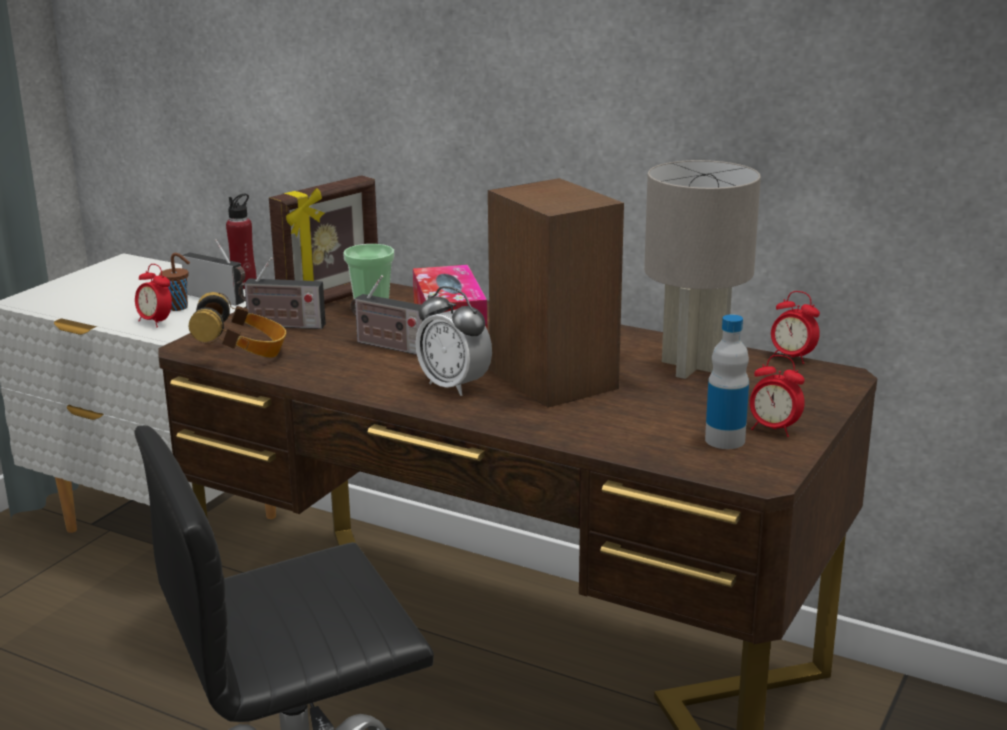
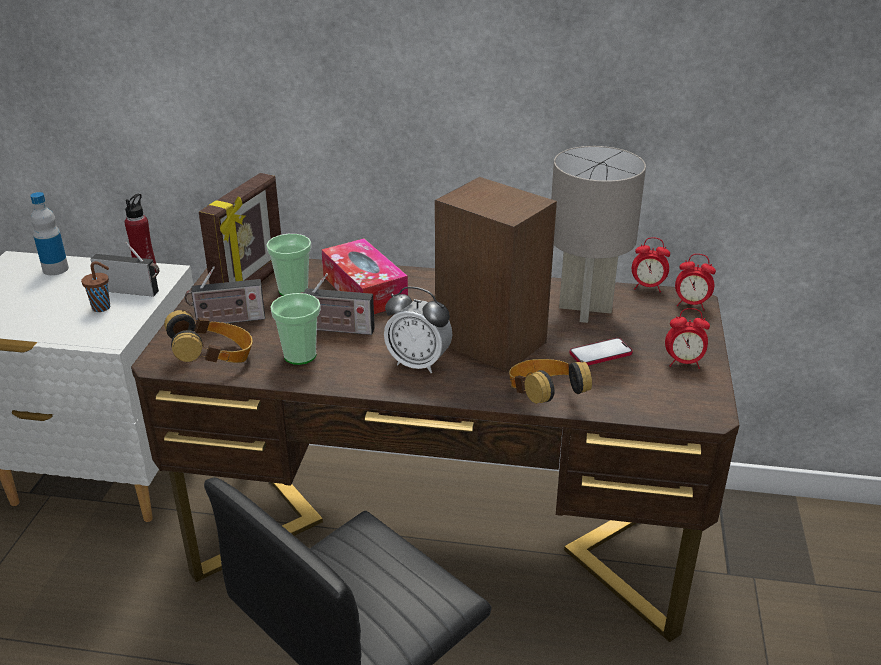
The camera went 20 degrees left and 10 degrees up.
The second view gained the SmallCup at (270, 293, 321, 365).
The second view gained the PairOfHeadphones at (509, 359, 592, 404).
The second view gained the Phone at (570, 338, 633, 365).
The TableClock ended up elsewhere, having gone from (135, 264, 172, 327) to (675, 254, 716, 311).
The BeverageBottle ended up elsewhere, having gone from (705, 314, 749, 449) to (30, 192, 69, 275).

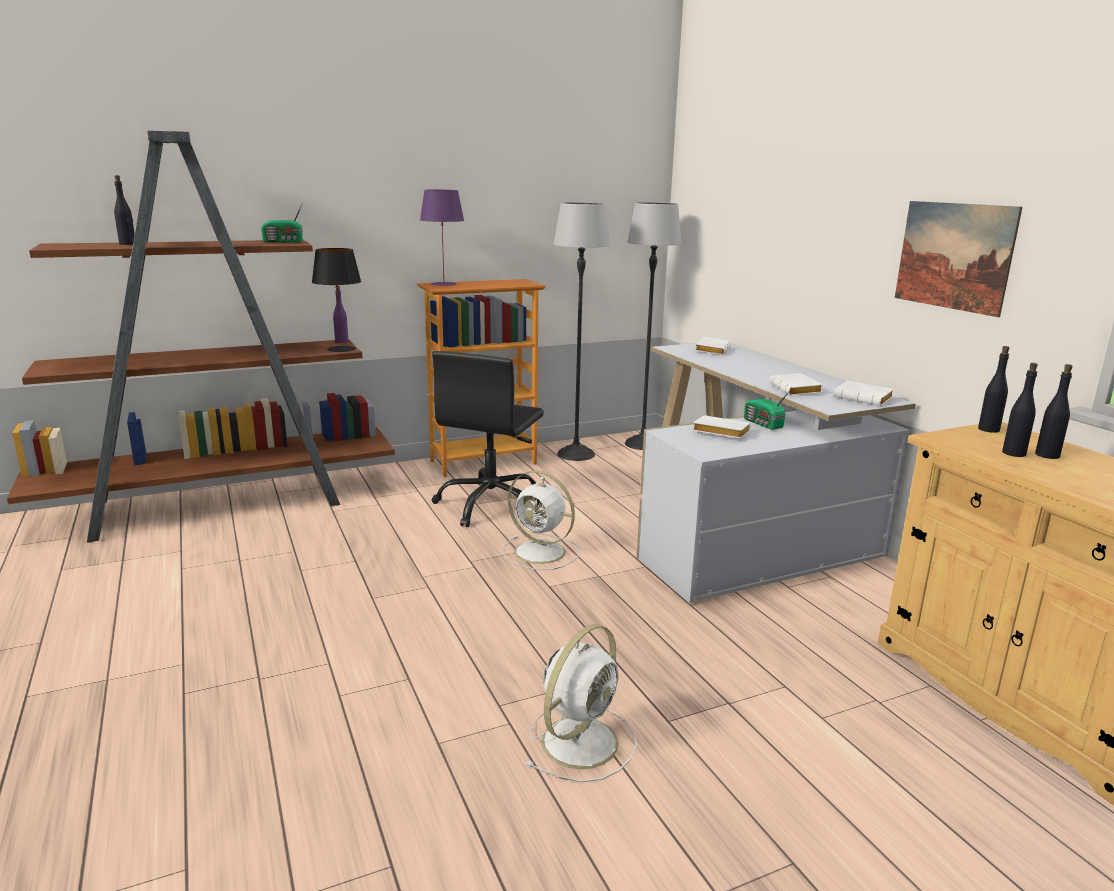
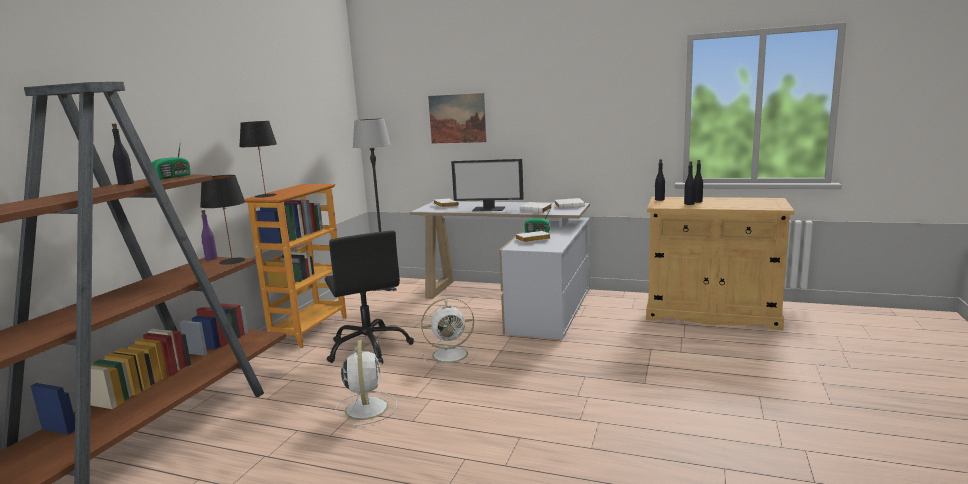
The camera went 45 degrees left and 5 degrees down.
The second view lost the StandardLamp at (553, 202, 610, 461).
The second view gained the ComputerDisplay at (451, 159, 524, 211).
The BlackishBeverageBottle ended up elsewhere, having gone from (114, 175, 135, 245) to (112, 124, 134, 185).
The WhitishElectricFan ended up elsewhere, having gone from (525, 624, 637, 783) to (335, 340, 397, 427).
The WallPicture ended up elsewhere, having gone from (895, 201, 1022, 317) to (428, 93, 487, 143).
What was the PurpleTableLamp at (420, 190, 464, 286) turned into the BlackishTableLamp at (239, 121, 277, 198).

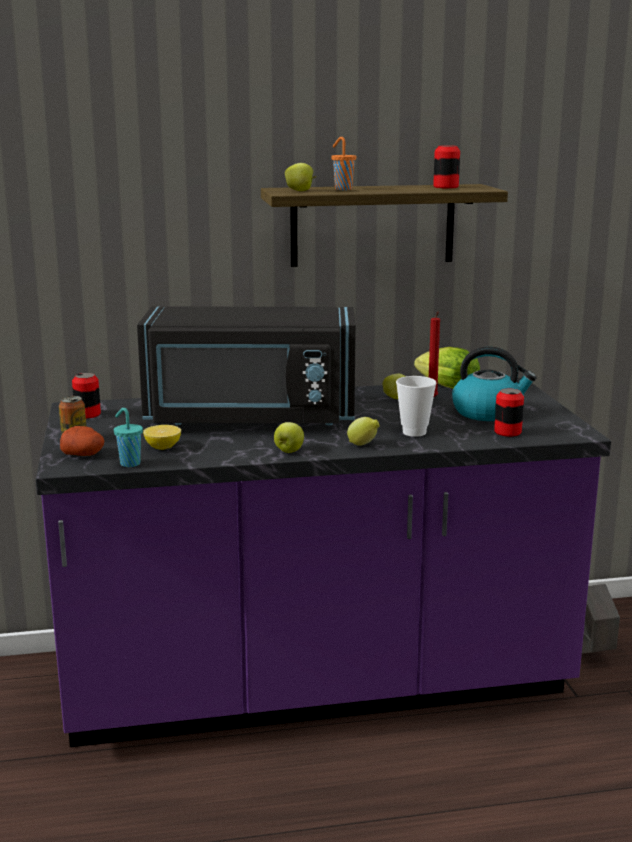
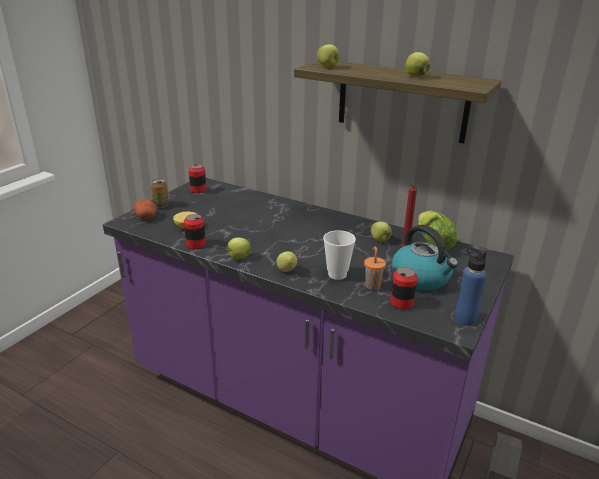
The camera went 40 degrees right and 10 degrees up.
The second view lost the BlueGreenSmallCup at (114, 408, 143, 467).
The second view lost the BlackishMicrowaveOven at (137, 306, 356, 425).
The second view gained the AppleFruit at (405, 52, 431, 77).
The second view gained the BluishBeverageBottle at (455, 247, 487, 326).
The OrangeColouredSmallCup ended up elsewhere, having gone from (331, 137, 356, 190) to (364, 246, 386, 290).
The MetalCan ended up elsewhere, having gone from (433, 145, 460, 188) to (184, 214, 206, 249).

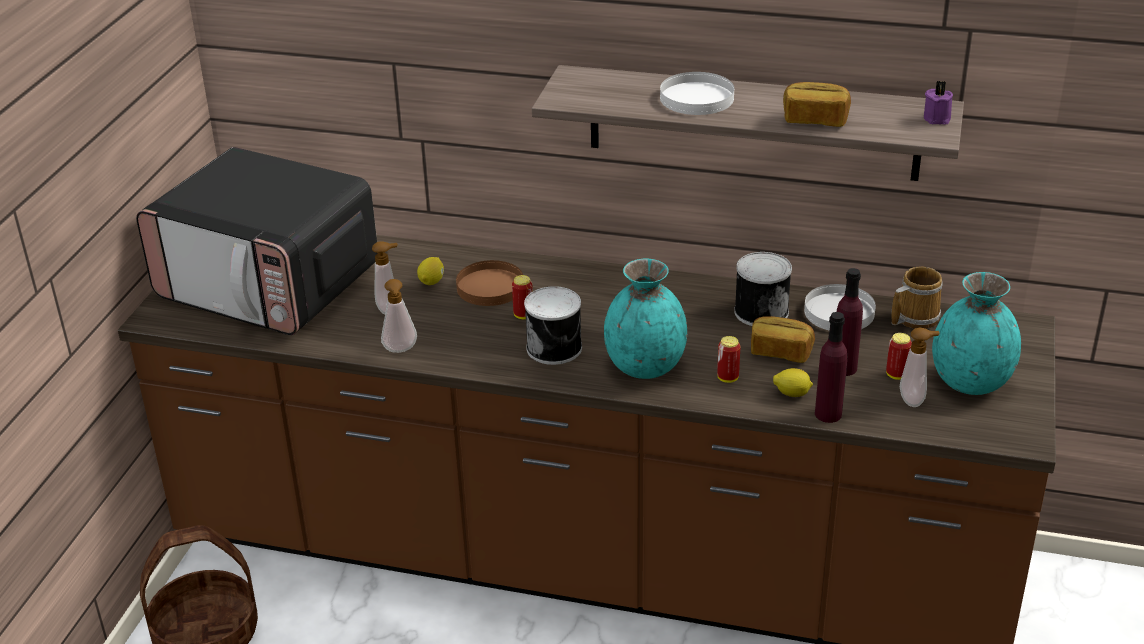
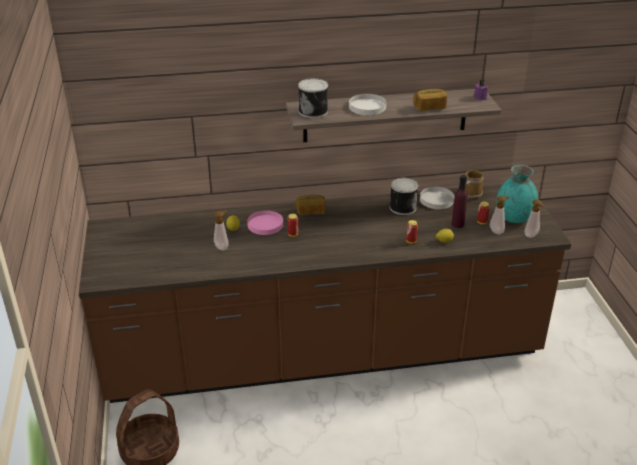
The camera went 25 degrees left and 0 degrees up.
The second view lost the MicrowaveOven at (136, 147, 377, 335).
The second view lost the BlueGreenDecorativeVase at (604, 259, 687, 379).
The second view lost the PurpleBeverageBottle at (815, 312, 847, 423).
The SoapBottle ended up elsewhere, having gone from (381, 279, 417, 353) to (524, 199, 545, 238).
The MetalCan ended up elsewhere, having gone from (524, 286, 582, 365) to (298, 78, 328, 118).
The Bread ended up elsewhere, having gone from (751, 316, 815, 363) to (295, 195, 326, 215).
What was the BrownDinnerPlate at (456, 260, 523, 306) turned into the PinkDinnerPlate at (247, 210, 283, 235).

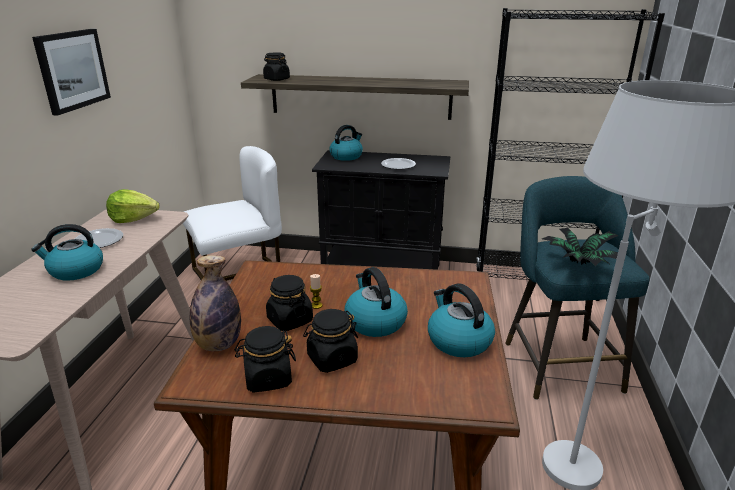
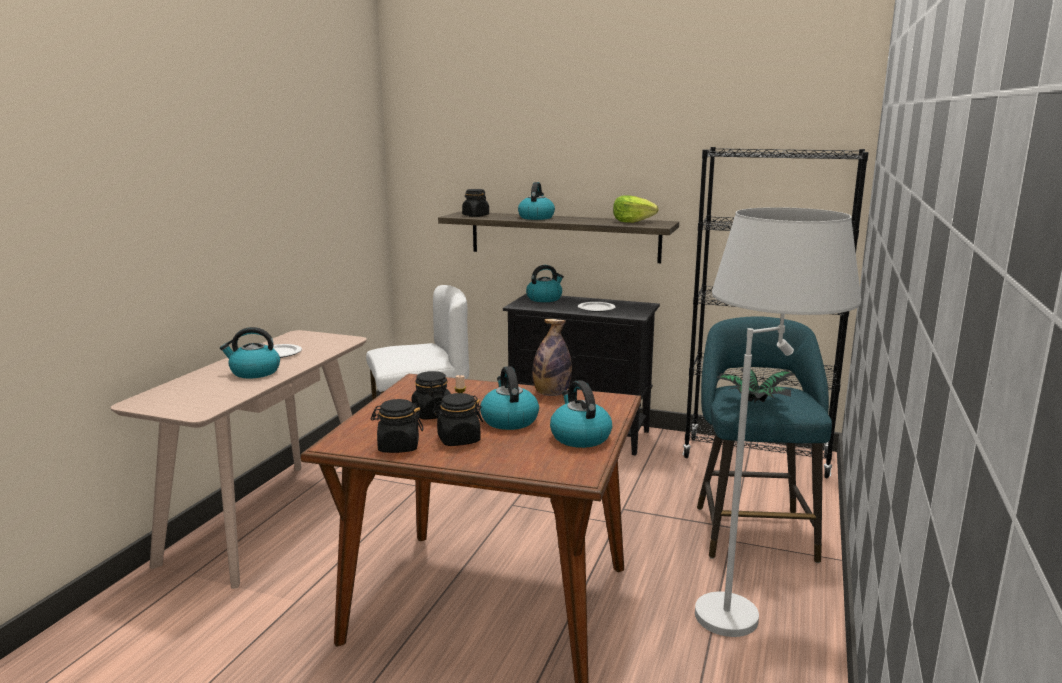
The camera went 10 degrees right and 10 degrees down.
The second view lost the WallPicture at (32, 29, 111, 116).
The second view gained the Kettle at (518, 182, 555, 220).
The Lettuce ended up elsewhere, having gone from (106, 189, 160, 223) to (613, 195, 659, 223).
The BeverageBottle ended up elsewhere, having gone from (190, 255, 241, 351) to (532, 319, 572, 396).

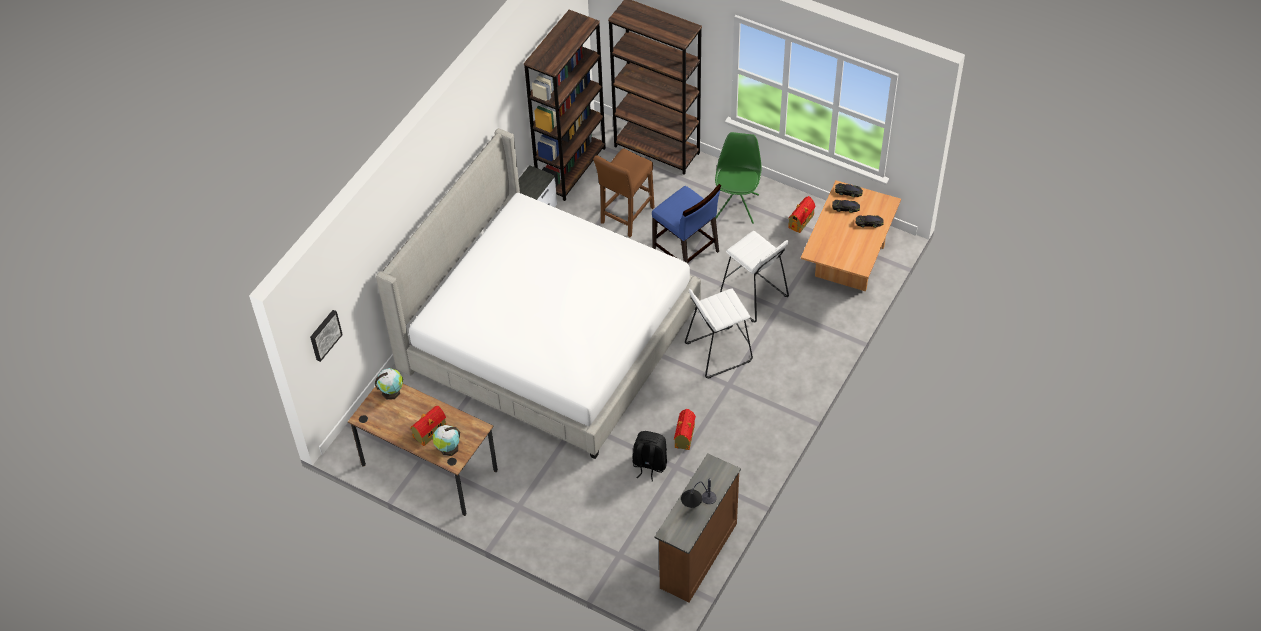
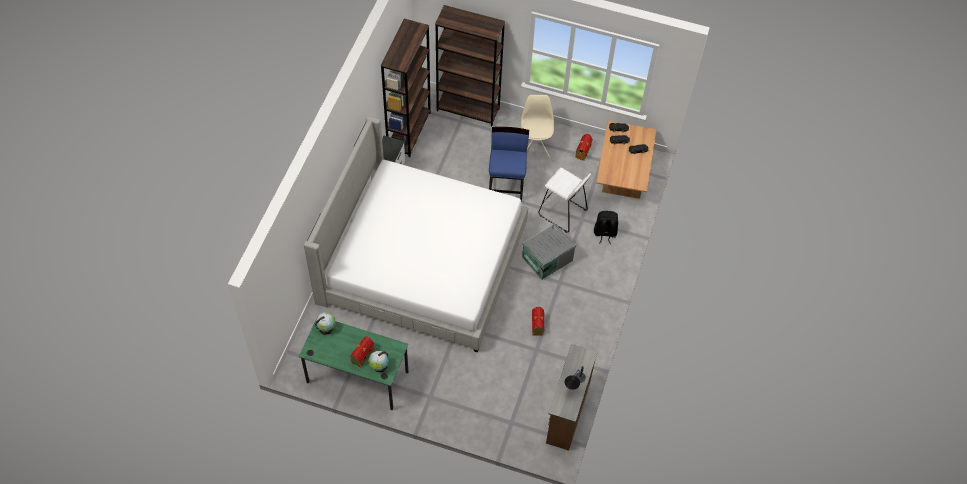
The camera went 15 degrees left and 5 degrees up.
The second view lost the WallPicture at (310, 310, 343, 362).
The second view lost the BrownStool at (593, 148, 654, 237).
The BlackishRucksack ended up elsewhere, having gone from (633, 431, 667, 482) to (594, 211, 618, 244).
Where the WhitishStool stood at (685, 289, 753, 379), the GrayStorageBox came to stand at (522, 224, 576, 280).
What was the BrownDeskTable at (348, 384, 498, 516) turned into the GreenDeskTable at (299, 316, 409, 410).
What was the GreenPlainChair at (715, 132, 761, 224) turned into the SandColouredPlainChair at (521, 95, 554, 158).
The BluishPlainChair at (652, 184, 721, 263) ended up facing another way, 120 degrees counterclockwise from before.

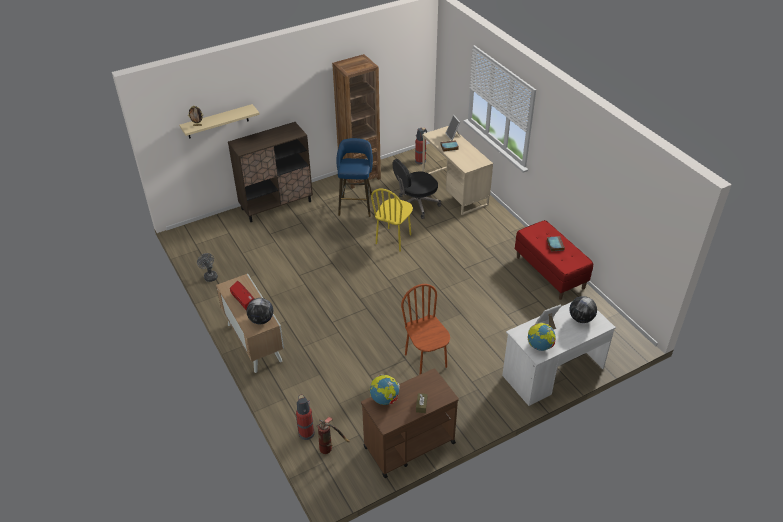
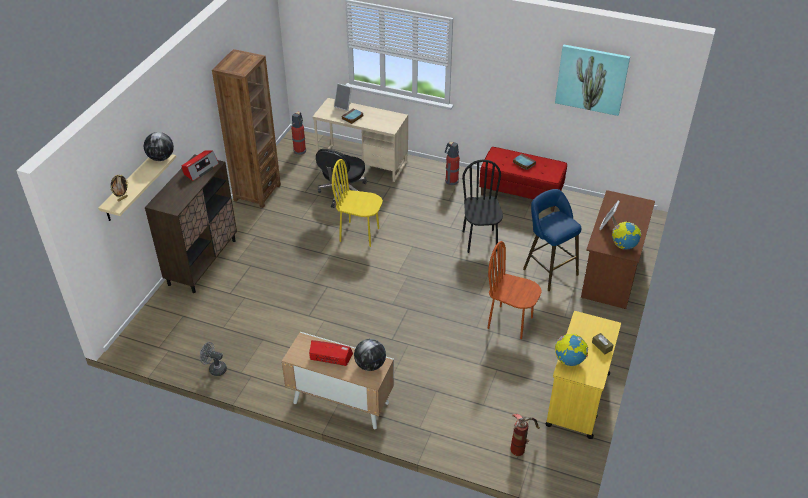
The camera went 40 degrees left and 0 degrees up.
The second view gained the Radio at (182, 150, 219, 181).
The second view gained the BlackishPlainChair at (462, 160, 503, 253).
The second view gained the WallPicture at (555, 44, 630, 116).
The FireFightingCylinder ended up elsewhere, having gone from (296, 394, 315, 440) to (445, 142, 460, 185).
The BluishStool ended up elsewhere, having gone from (336, 138, 373, 217) to (523, 189, 582, 291).
The DeskGlobe ended up elsewhere, having gone from (570, 296, 597, 323) to (144, 132, 174, 161).
What was the BrownWheeledCart at (361, 368, 459, 478) turned into the YellowishWheeledCart at (545, 311, 621, 439).
What was the WhitishDeskTable at (502, 302, 616, 406) turned into the BrownDeskTable at (581, 190, 655, 309).
The YellowishPlainChair at (371, 189, 413, 252) ended up facing another way, 120 degrees clockwise from before.

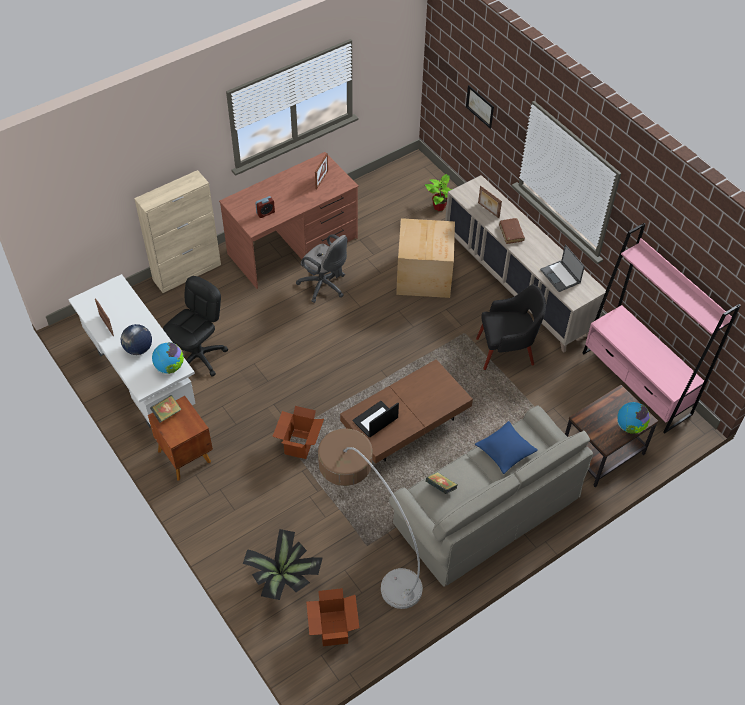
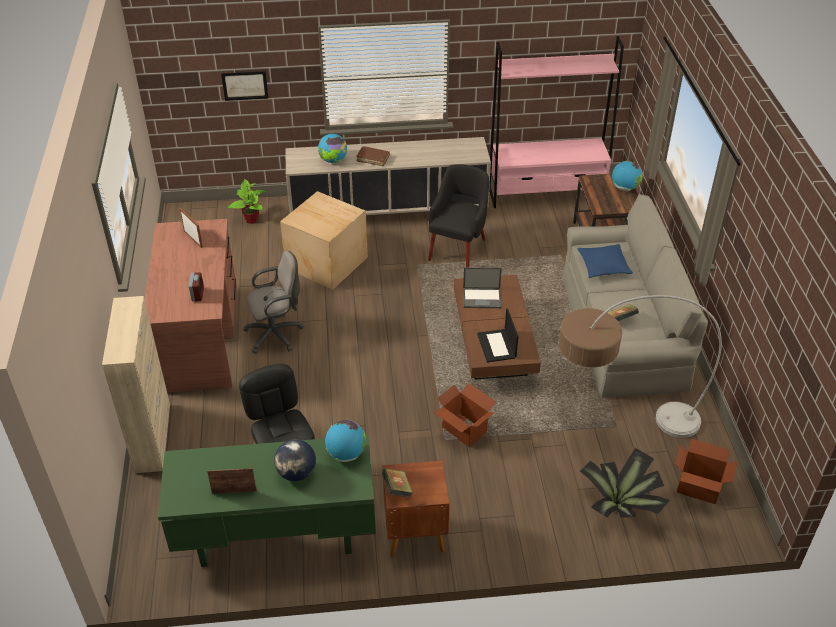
The camera went 60 degrees left and 10 degrees down.
The NotebookComputer ended up elsewhere, having gone from (540, 244, 585, 292) to (463, 268, 502, 308).
Where the StandingFrame stood at (478, 186, 502, 218), the DeskGlobe came to stand at (318, 134, 347, 163).
What was the WhitishDeskTable at (68, 274, 196, 428) turned into the GreenDeskTable at (158, 435, 376, 567).

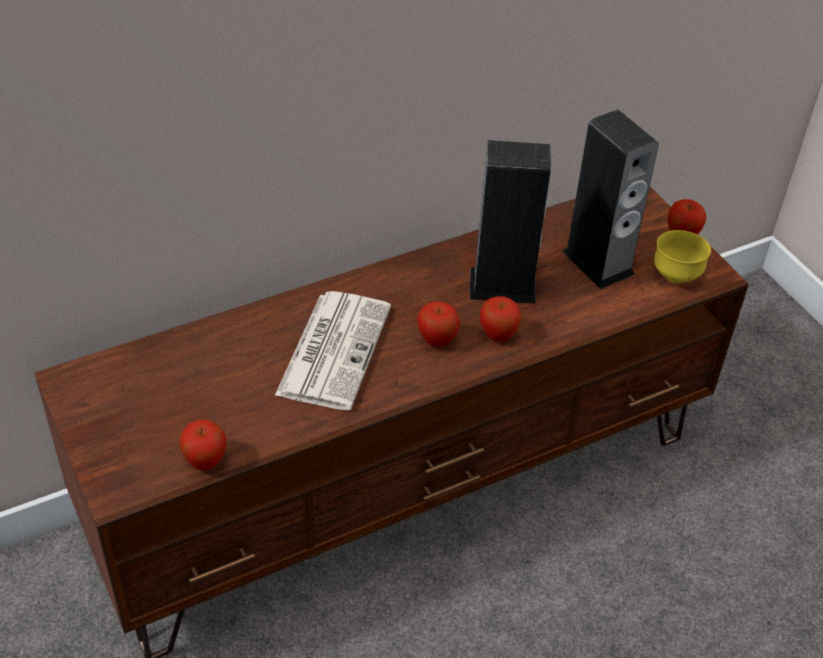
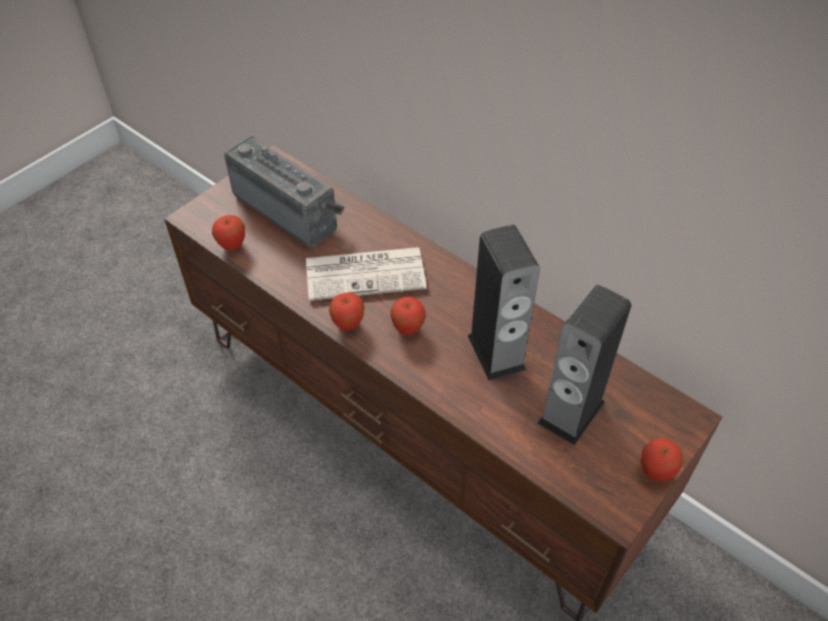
The camera went 70 degrees right and 5 degrees up.
The second view lost the YellowishBowl at (654, 230, 711, 283).
The second view gained the Radio at (224, 136, 345, 247).
The AppleFruit ended up elsewhere, having gone from (480, 296, 522, 342) to (329, 293, 365, 330).

